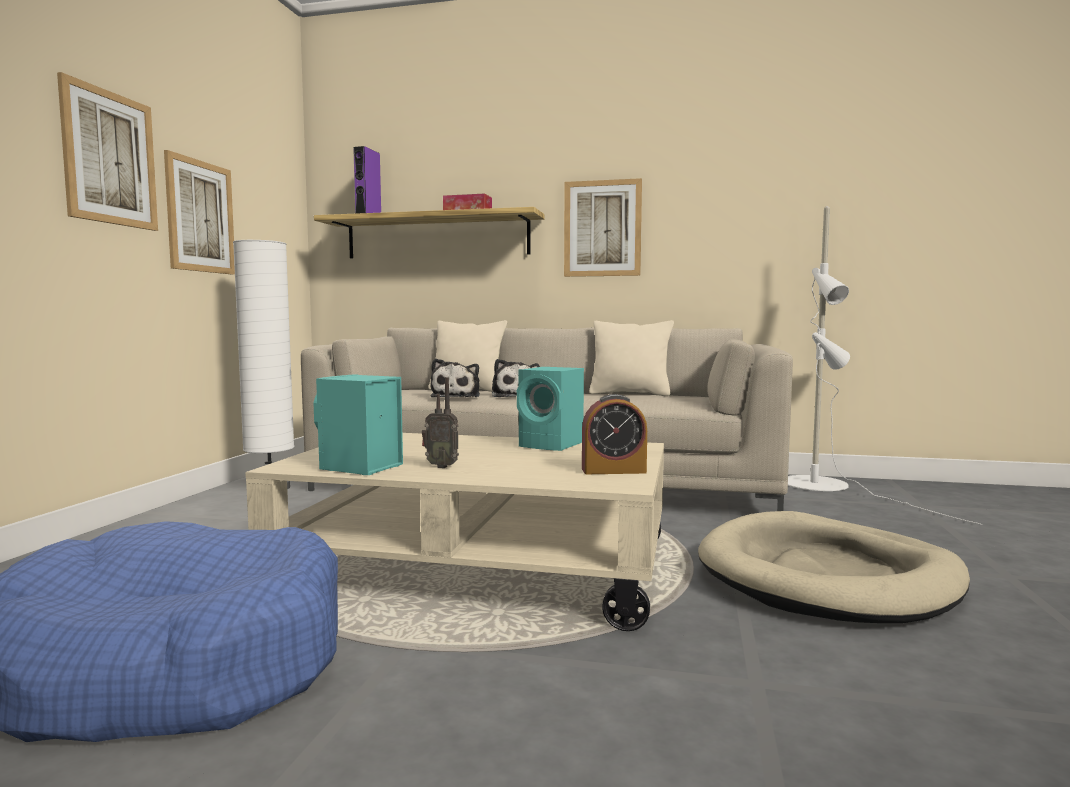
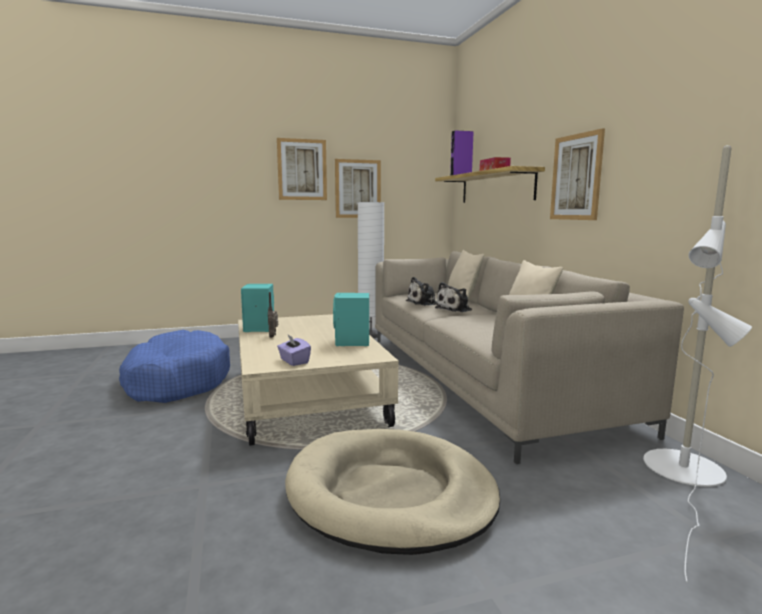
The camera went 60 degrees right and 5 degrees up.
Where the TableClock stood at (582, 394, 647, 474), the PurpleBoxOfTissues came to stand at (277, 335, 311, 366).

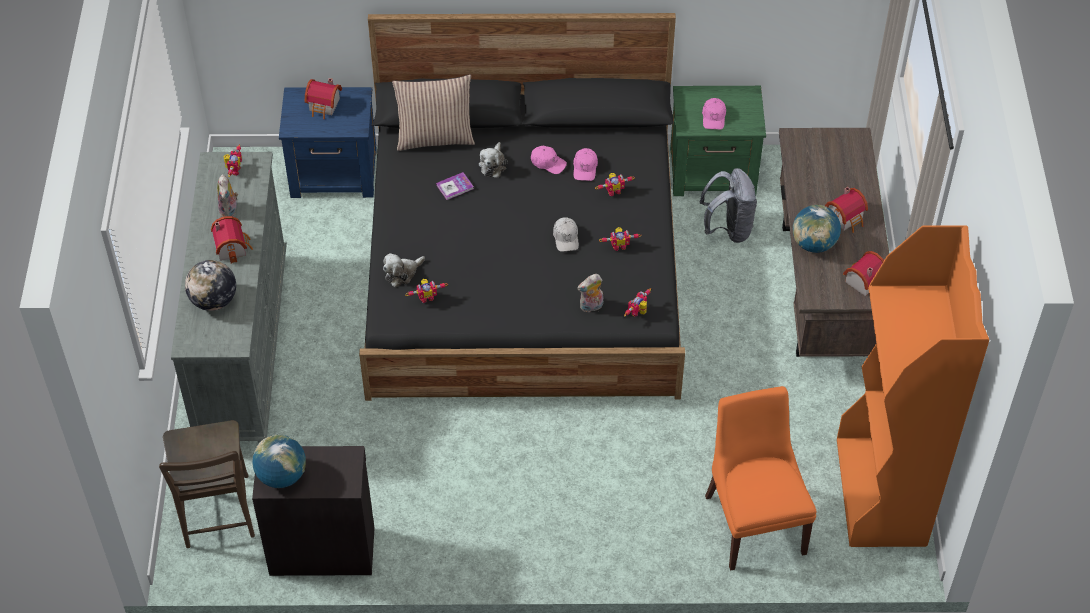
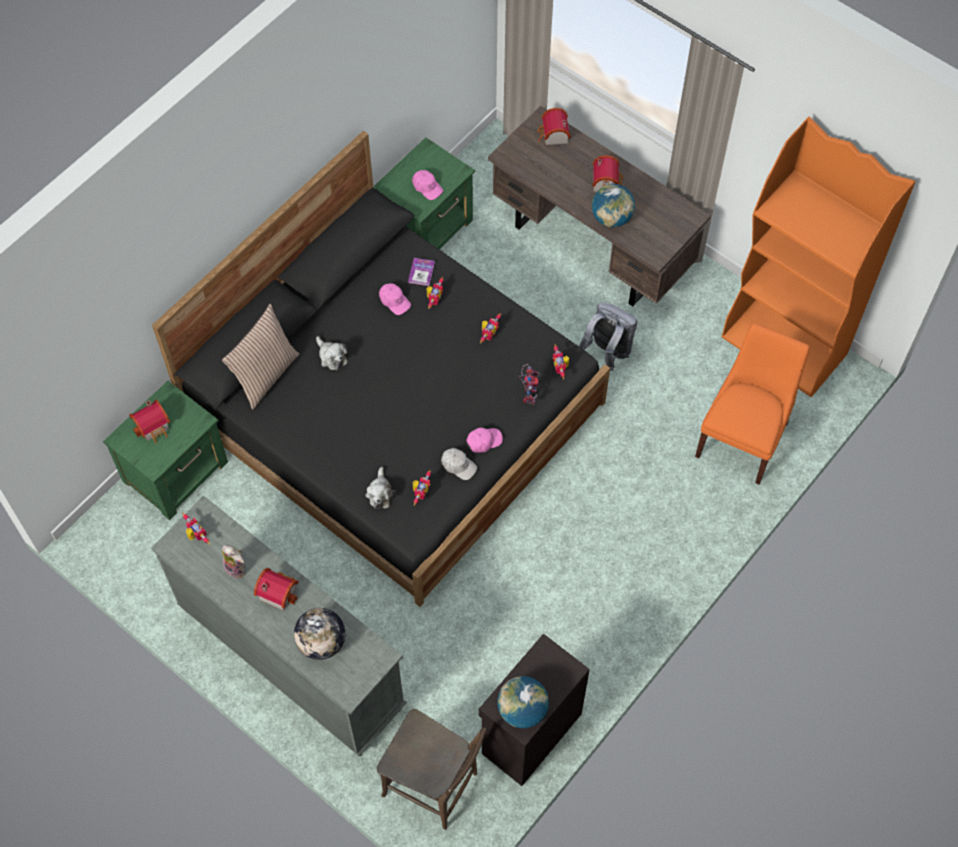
The camera went 50 degrees left and 10 degrees up.
The BoundBook ended up elsewhere, having gone from (436, 172, 474, 200) to (408, 258, 435, 286).
The PinkPeakedCap ended up elsewhere, having gone from (531, 146, 567, 174) to (466, 427, 503, 453).
The WhitishPeakedCap ended up elsewhere, having gone from (553, 217, 579, 252) to (441, 448, 477, 480).
The GrayRucksack ended up elsewhere, having gone from (700, 168, 757, 243) to (580, 302, 637, 371).
The ToyHouse ended up elsewhere, having gone from (843, 251, 884, 296) to (537, 108, 571, 145).
Where the CuddlyToy stood at (577, 274, 603, 312), the ModelRobot came to stand at (519, 364, 540, 404).
What was the BluishBedsideTable at (279, 87, 377, 198) turned into the GreenBedsideTable at (103, 381, 228, 520).
The OrangeColouredPlainChair at (705, 386, 816, 571) ended up facing another way, 90 degrees clockwise from before.

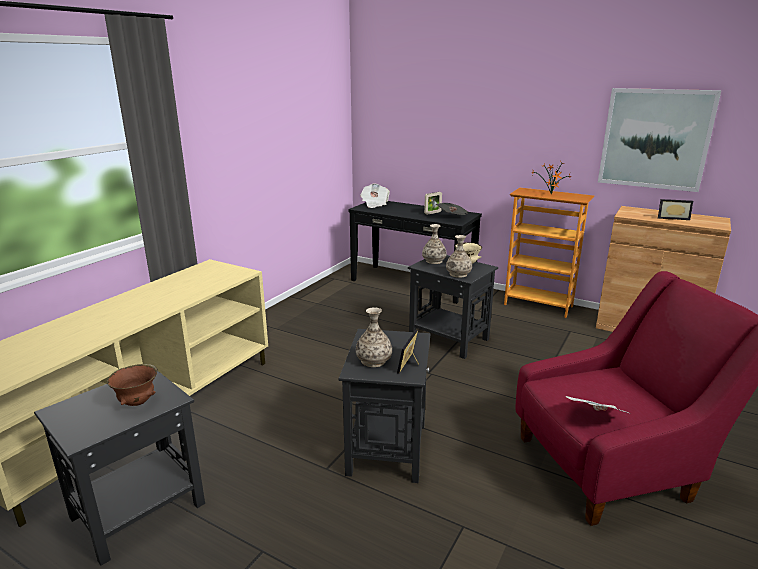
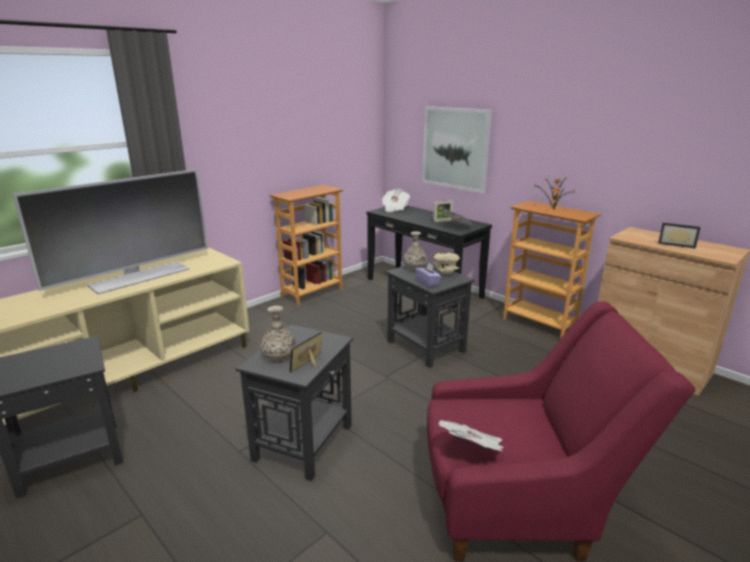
The camera went 15 degrees right and 0 degrees up.
The second view lost the BrownBowl at (107, 364, 158, 406).
The second view gained the TvSet at (12, 169, 208, 294).
The second view gained the ShelvingUnit at (269, 185, 343, 306).
The WallPicture ended up elsewhere, having gone from (598, 88, 721, 192) to (422, 106, 492, 194).
Where the DecorativeVase stood at (446, 235, 472, 278), the PurpleBoxOfTissues came to stand at (415, 263, 442, 287).

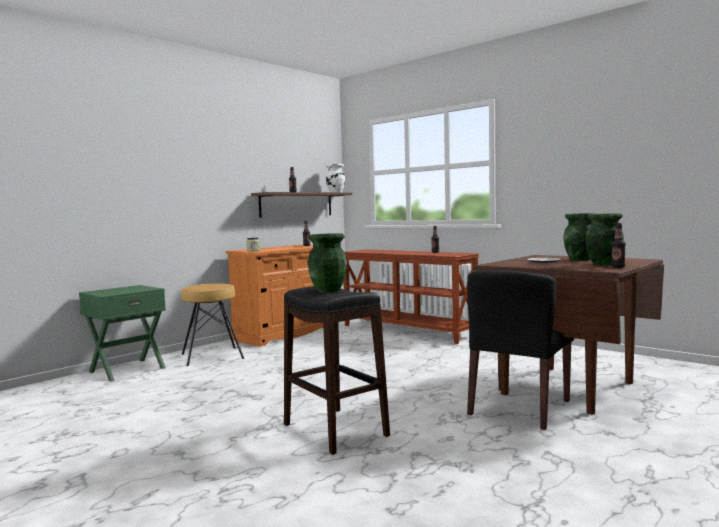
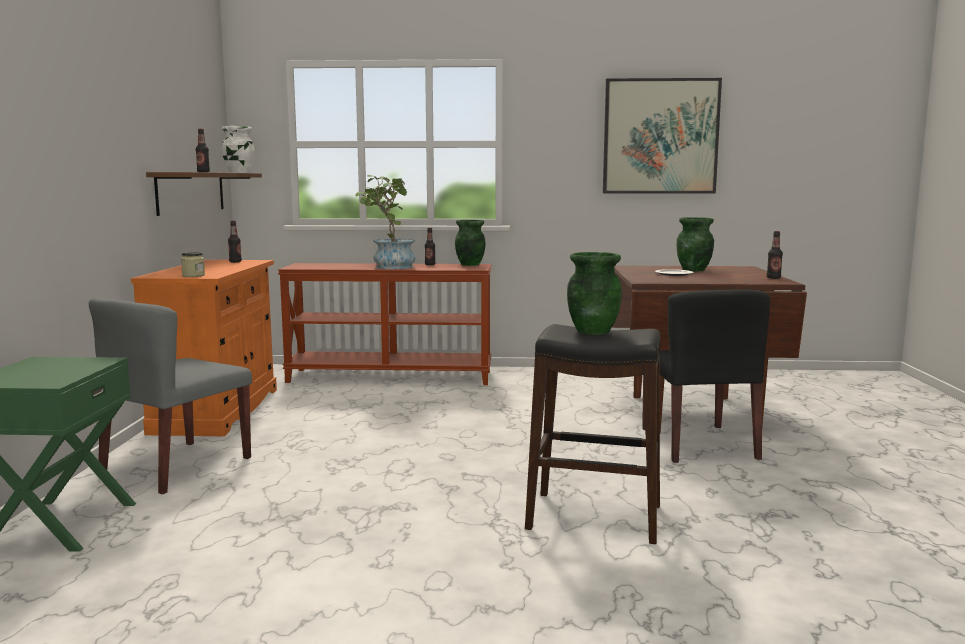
The camera went 40 degrees left and 5 degrees up.
The second view gained the PlantInAPot at (356, 175, 415, 269).
The second view gained the WallPicture at (603, 78, 722, 194).
The GreenDecorativeVase ended up elsewhere, having gone from (585, 213, 624, 265) to (455, 220, 486, 266).
Where the BrownStool stood at (181, 284, 244, 366), the GrayPlainChair came to stand at (89, 298, 252, 494).

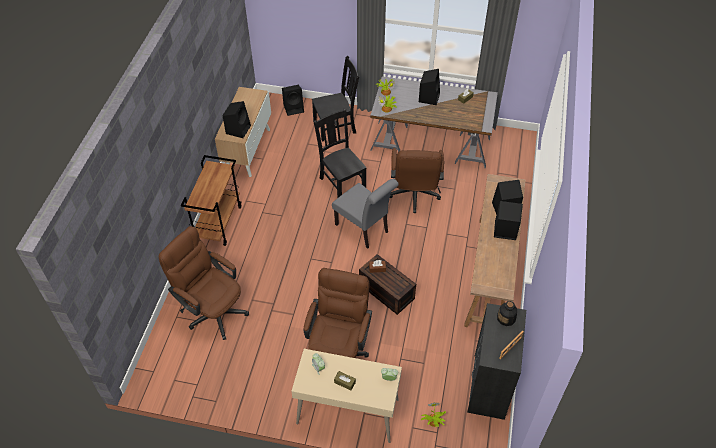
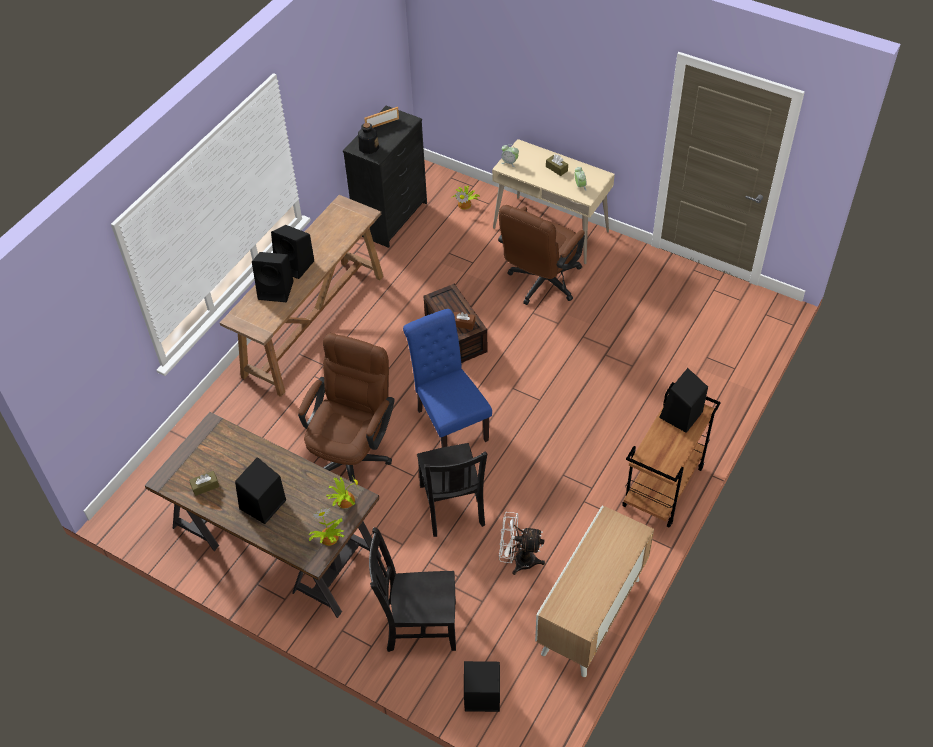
The camera went 160 degrees left and 0 degrees up.
The second view lost the BrownComputerChair at (159, 226, 249, 340).
The second view gained the WhitishElectricFan at (499, 512, 545, 575).
The BlackishLoudspeaker ended up elsewhere, having gone from (223, 101, 251, 138) to (659, 368, 708, 433).
What was the GrayPlainChair at (332, 179, 399, 249) turned into the BluishPlainChair at (403, 309, 492, 447).
What was the GrayDeskTable at (370, 76, 498, 169) turned into the BrownDeskTable at (145, 412, 382, 618).

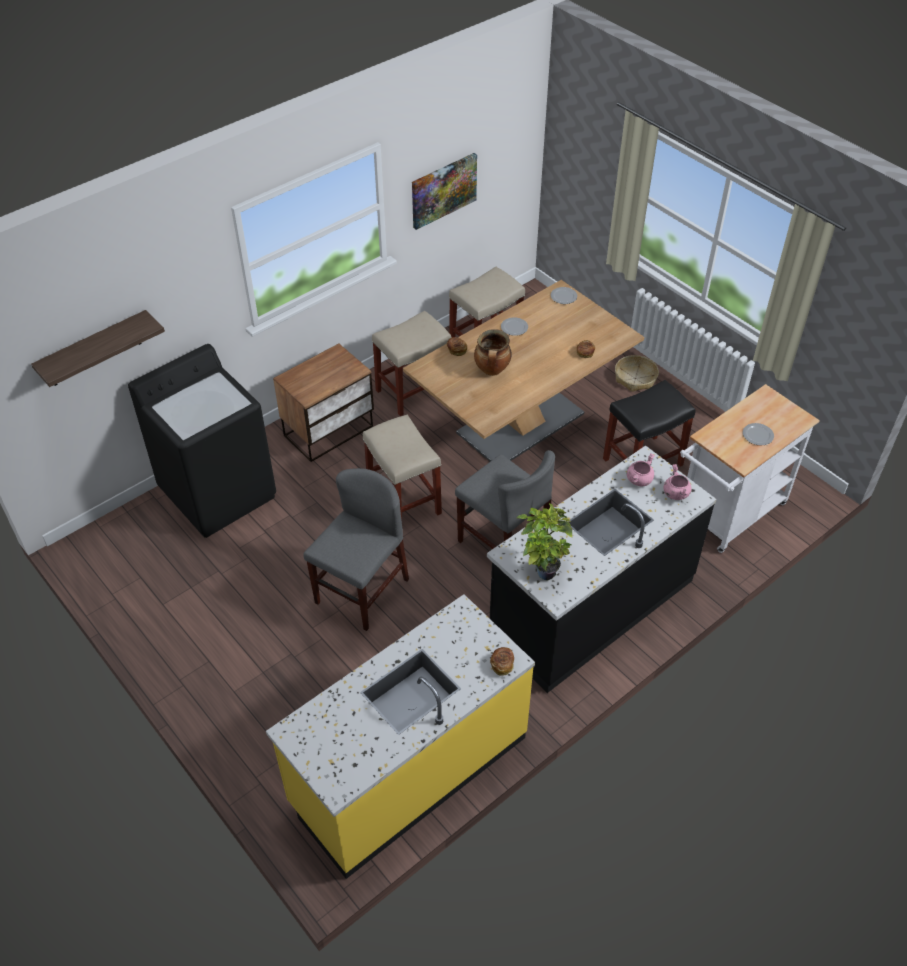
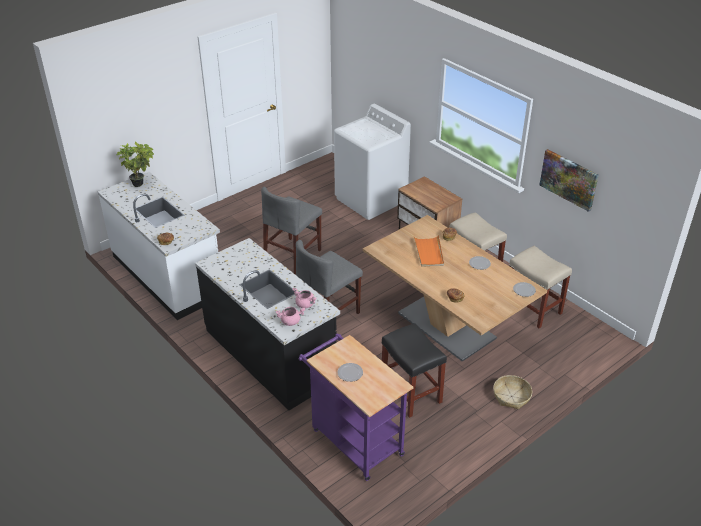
The camera went 90 degrees right and 10 degrees down.
The second view lost the Shelf at (31, 310, 165, 387).
The second view lost the SandColouredStool at (363, 415, 442, 520).
The PlantInAPot ended up elsewhere, having gone from (517, 503, 572, 581) to (117, 142, 154, 187).
Where the CookingPot stood at (474, 329, 512, 376), the OrangeColouredServingTray came to stand at (414, 235, 444, 267).
What was the BlackishLaundryMachine at (128, 344, 276, 538) turned into the WhitishLaundryMachine at (334, 104, 411, 220).
What was the YellowishCounter at (266, 594, 535, 879) turned into the WhitishCounter at (98, 172, 220, 320).
What was the WhitishWheeledCart at (680, 384, 820, 553) turned into the PurpleWheeledCart at (299, 333, 414, 481).
The GrayPlainChair at (303, 468, 409, 631) ended up facing another way, 90 degrees clockwise from before.

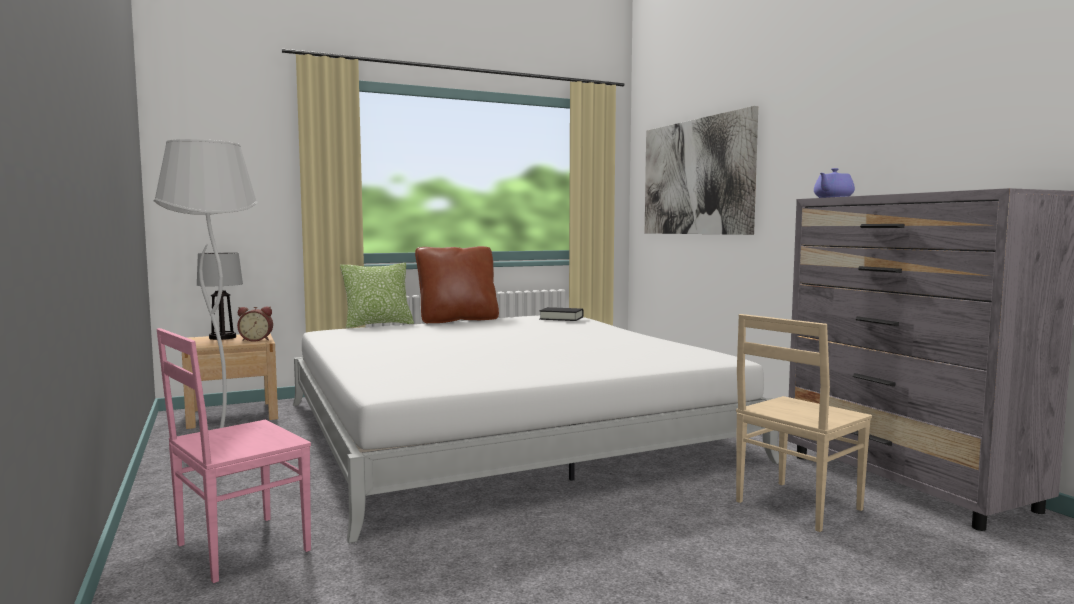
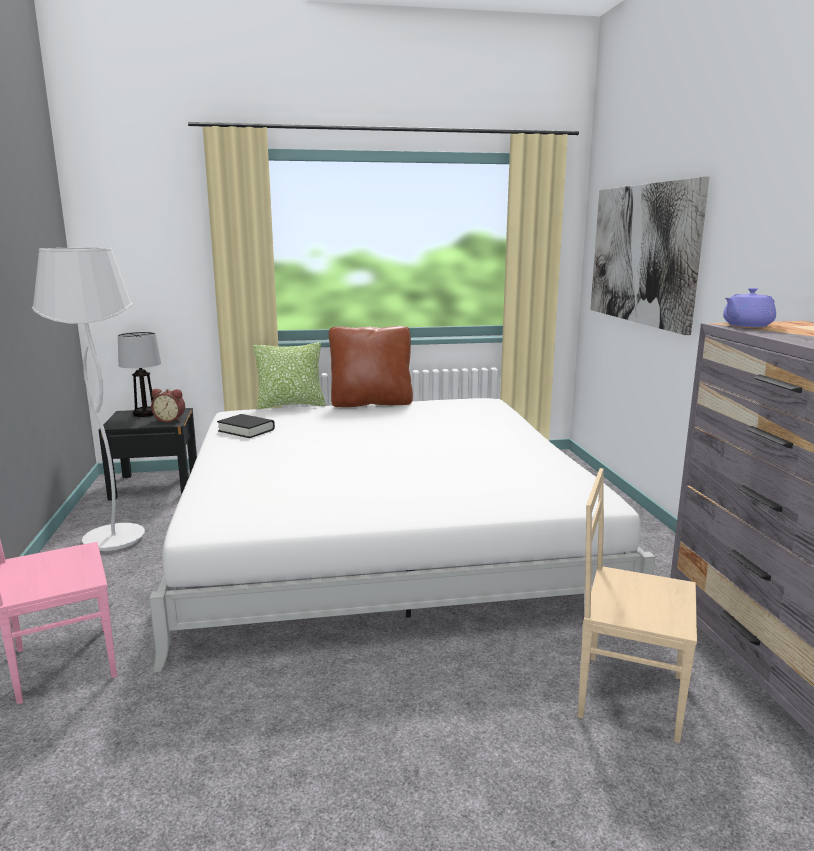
The camera went 15 degrees right and 10 degrees up.
The BlackishBoundBook ended up elsewhere, having gone from (539, 307, 583, 321) to (217, 414, 275, 438).
What was the SandColouredBedsideTable at (182, 333, 278, 429) turned into the BlackishBedsideTable at (99, 408, 197, 500).
The SandColouredPlainChair at (736, 314, 872, 532) ended up facing another way, 45 degrees clockwise from before.

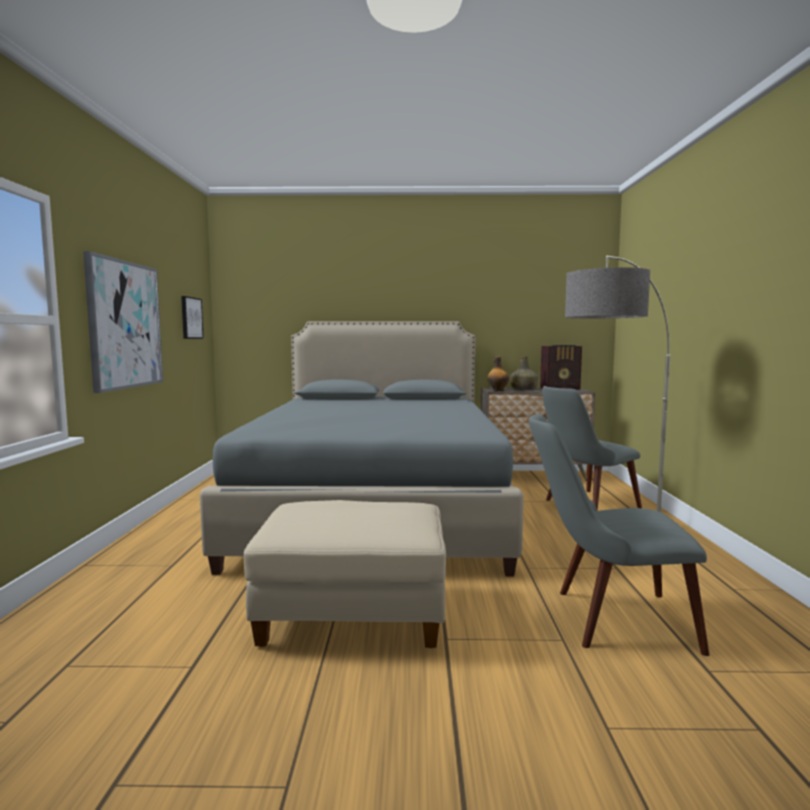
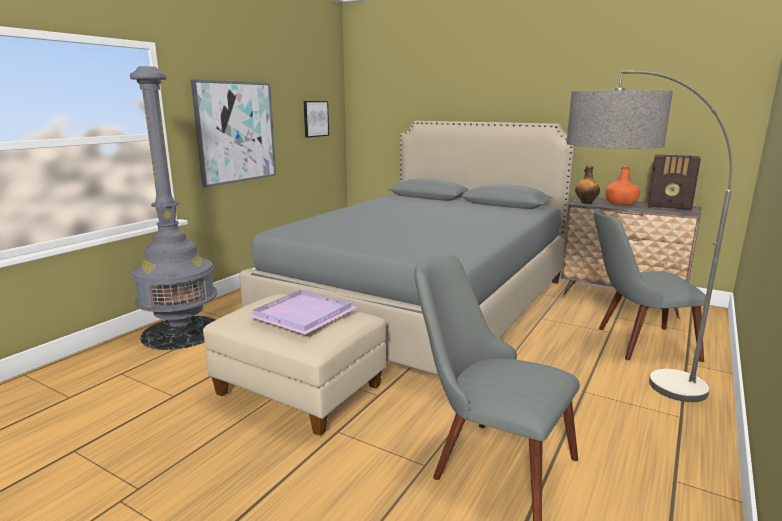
The camera went 30 degrees right and 10 degrees up.
The second view gained the GrayStandardLamp at (130, 66, 217, 350).
The second view gained the PurpleServingTray at (246, 290, 357, 334).
What was the GreenBeverageBottle at (510, 356, 539, 390) turned into the OrangeColouredBeverageBottle at (606, 166, 640, 205).

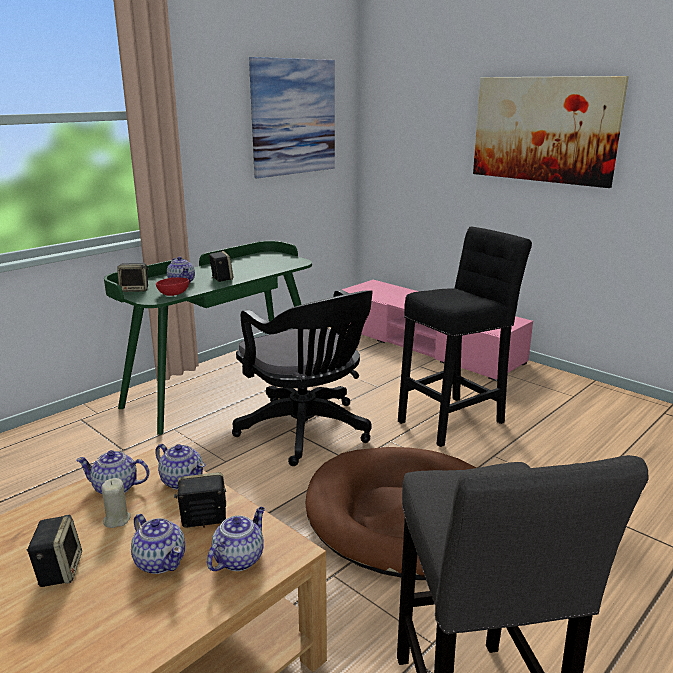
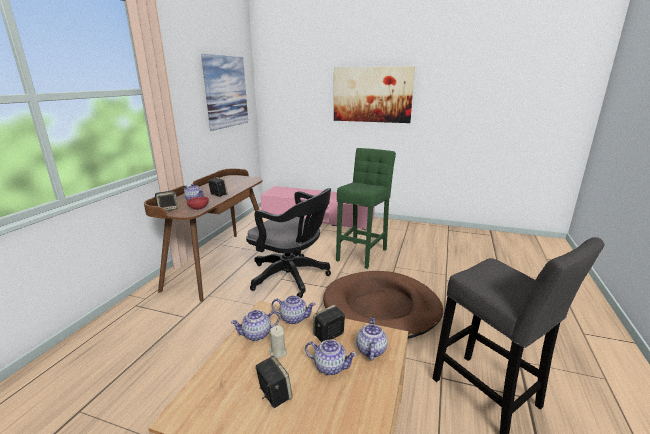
The camera went 25 degrees left and 0 degrees up.
What was the GreenDeskTable at (104, 241, 312, 435) turned into the BrownDeskTable at (144, 168, 264, 302).
What was the BlackishStool at (398, 226, 532, 447) turned into the GreenStool at (336, 148, 396, 269).

